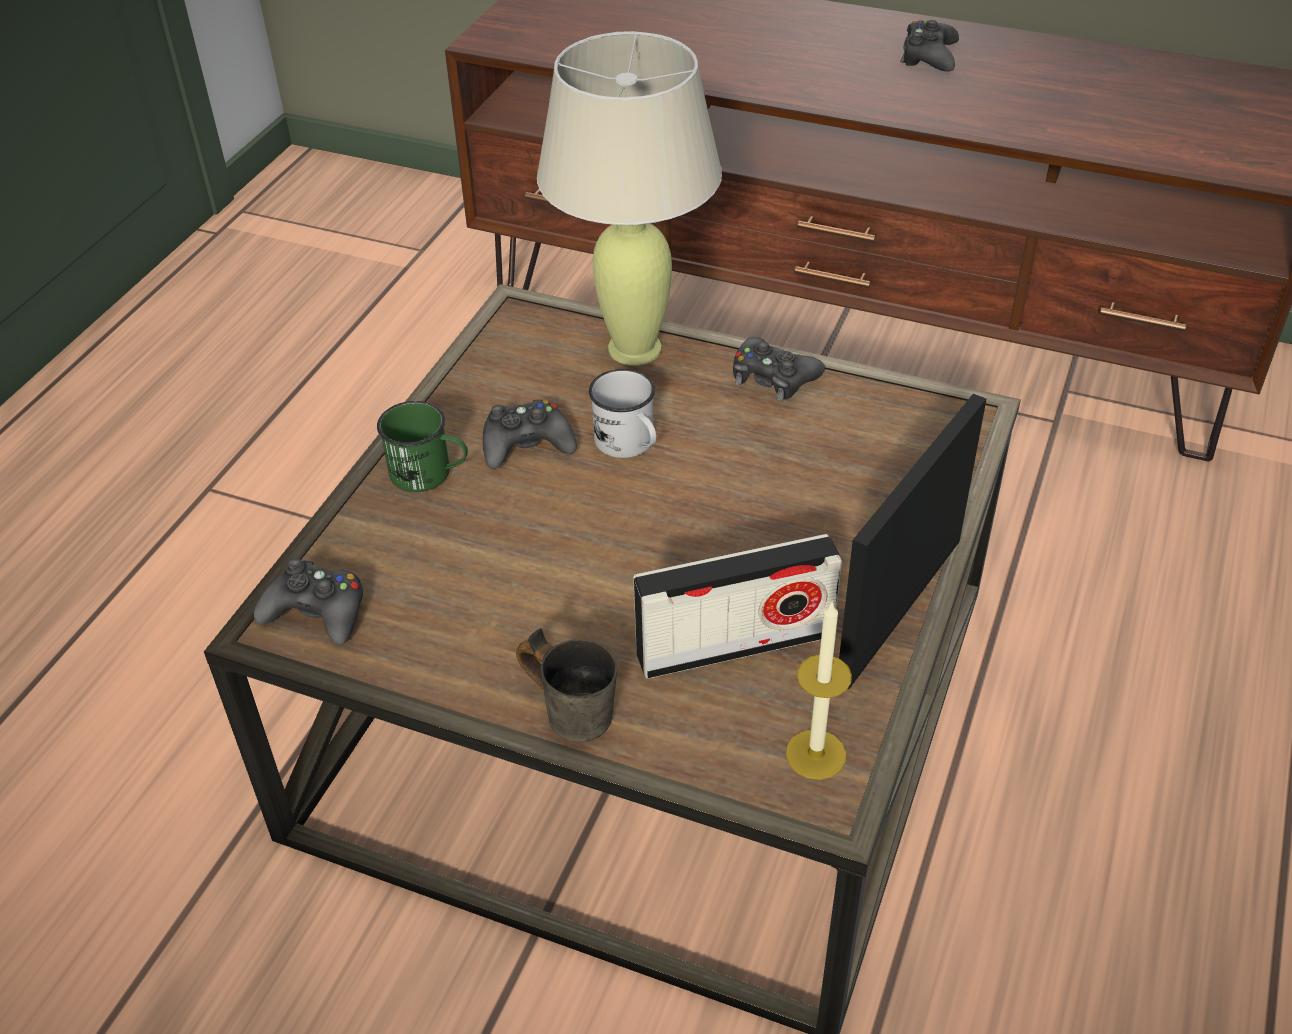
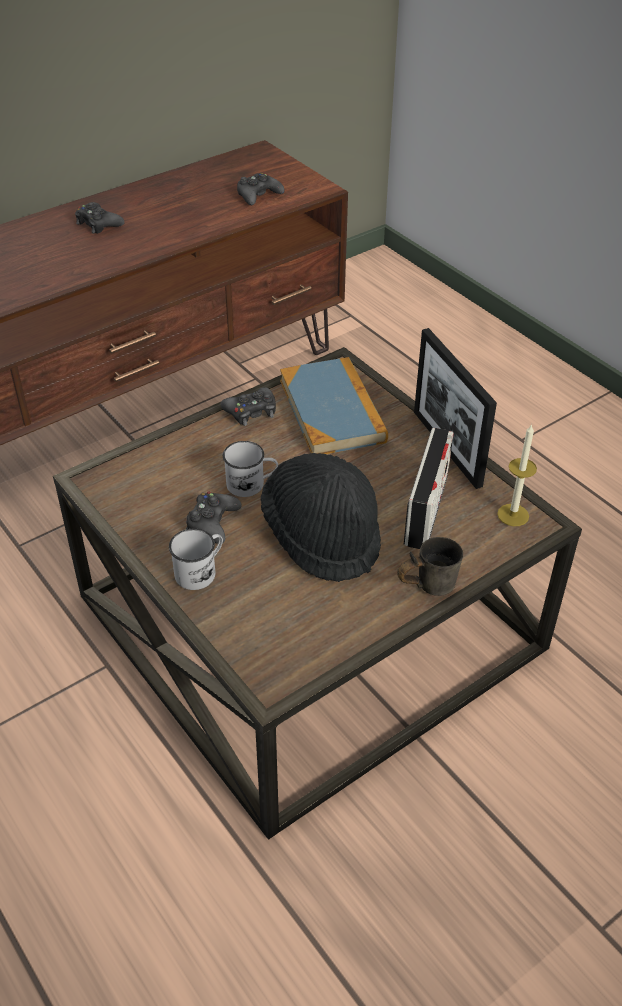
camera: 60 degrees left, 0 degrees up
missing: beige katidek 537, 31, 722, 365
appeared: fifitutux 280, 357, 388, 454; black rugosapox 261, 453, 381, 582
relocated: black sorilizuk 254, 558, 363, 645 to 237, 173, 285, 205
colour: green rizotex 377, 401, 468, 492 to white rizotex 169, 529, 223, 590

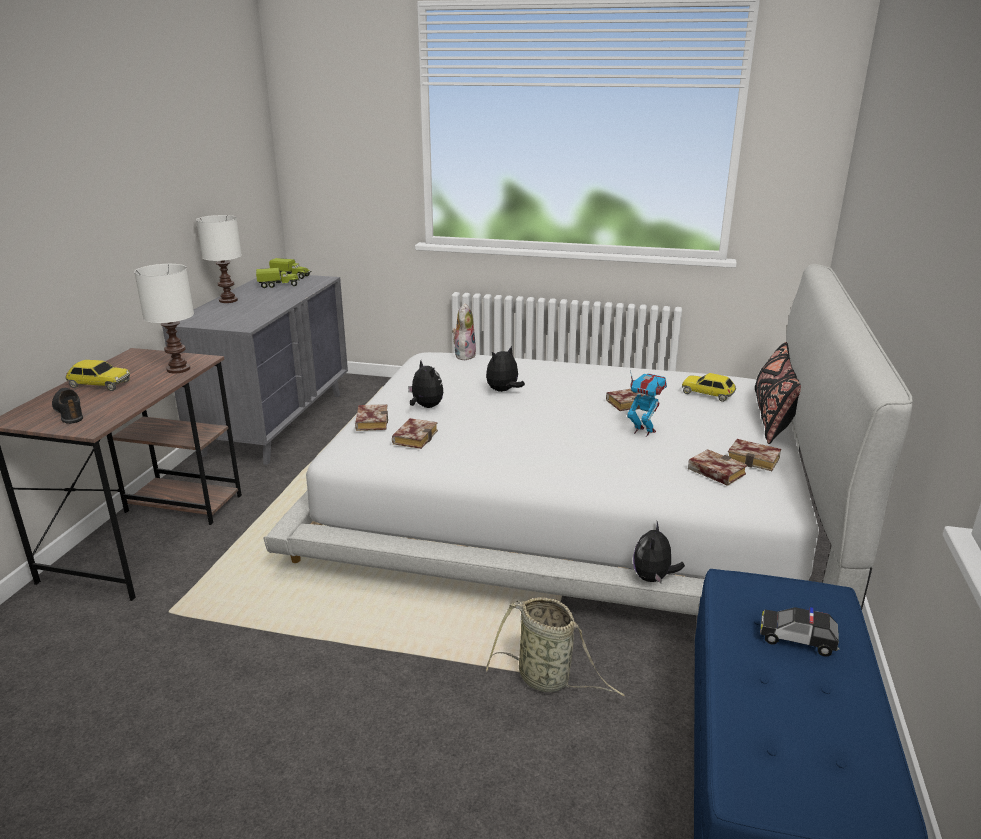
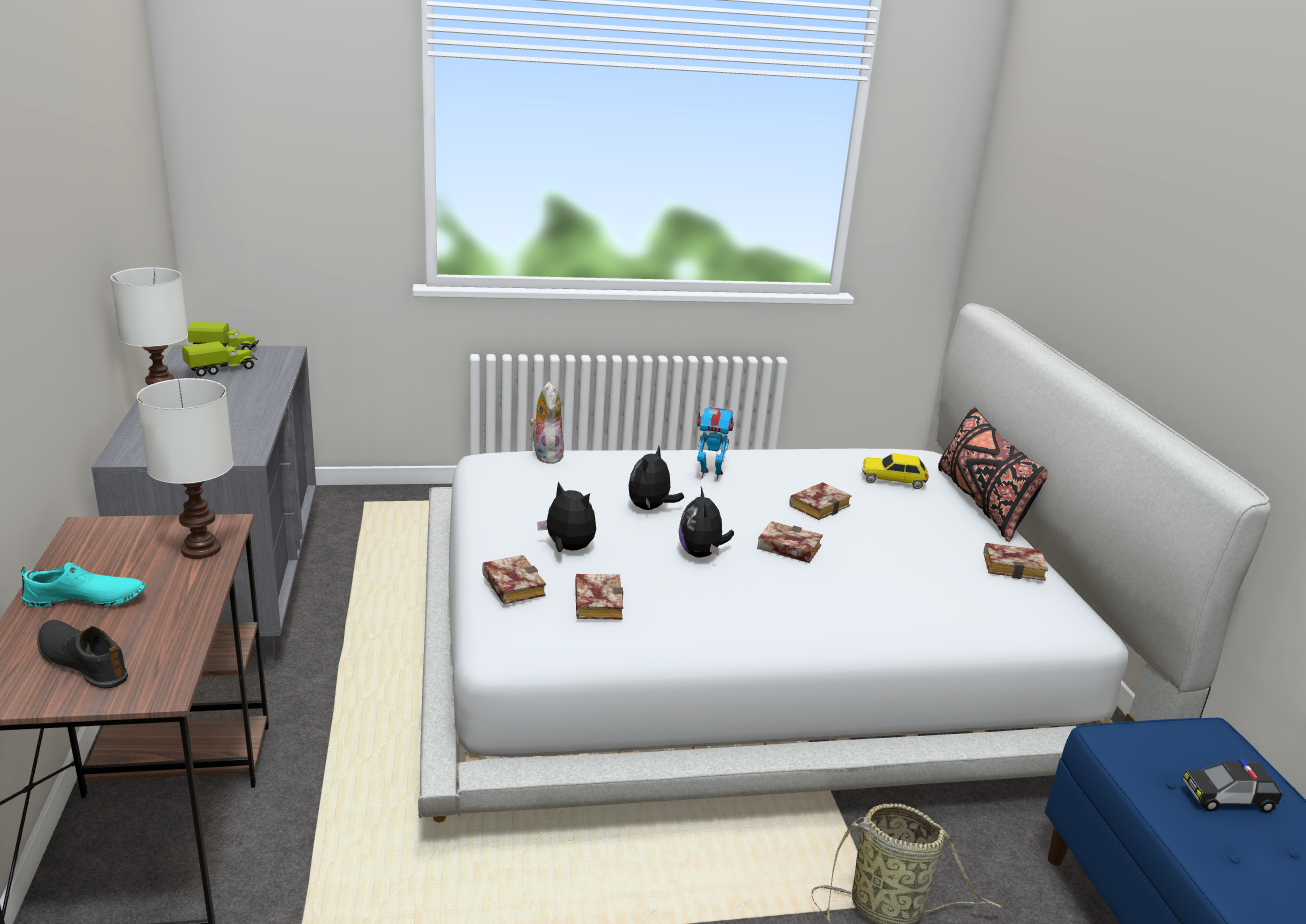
camera: 25 degrees left, 0 degrees up
relocated: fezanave 627, 370, 667, 437 to 697, 406, 734, 481; fifitutux 688, 449, 747, 486 to 757, 521, 823, 563; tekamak 633, 522, 685, 584 to 679, 487, 734, 558
exchanged: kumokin 65, 360, 130, 391 to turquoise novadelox 21, 562, 145, 607

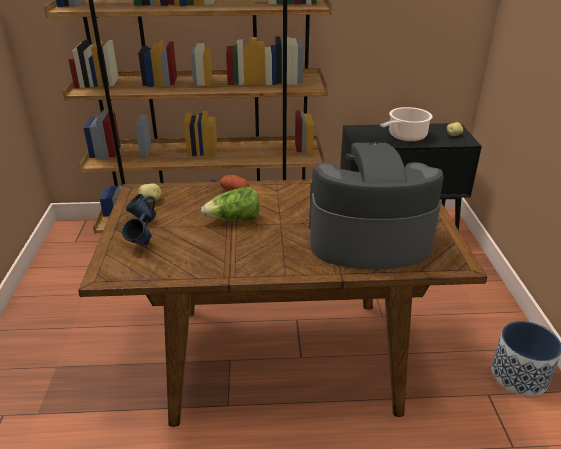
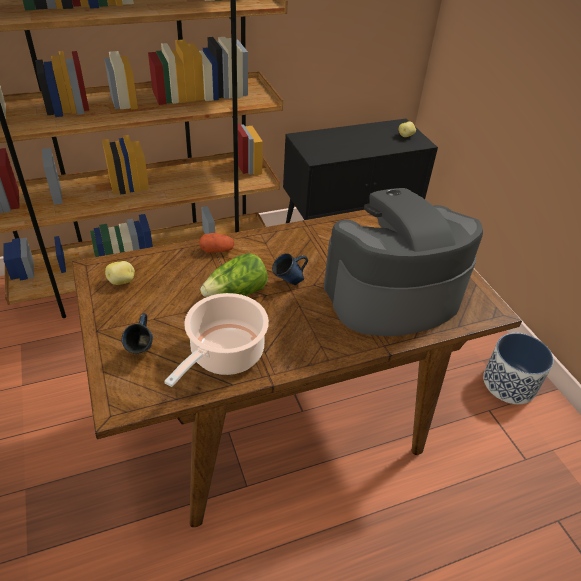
camera: 20 degrees left, 10 degrees up
relocated: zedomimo 380, 107, 433, 141 to 164, 293, 269, 387; blue rizotex 126, 194, 157, 223 to 272, 253, 308, 285

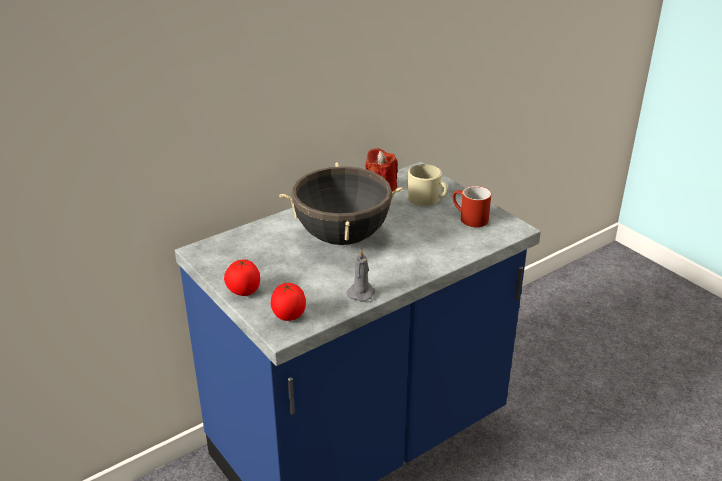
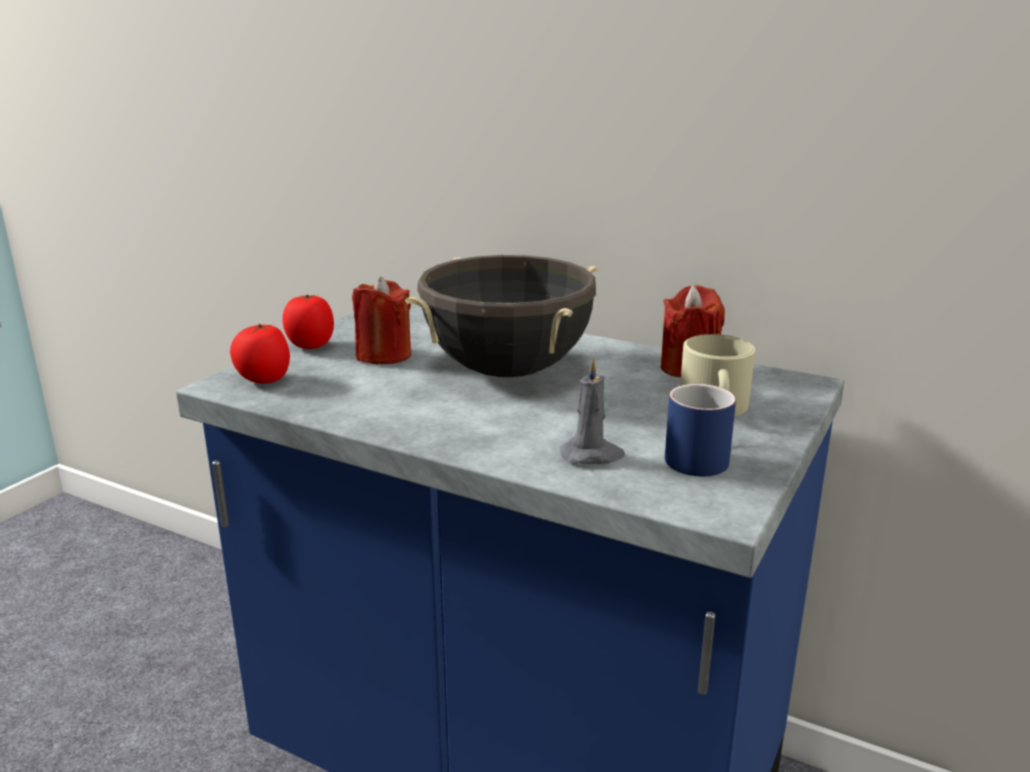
camera: 65 degrees right, 10 degrees down
appeared: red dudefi 352, 276, 411, 365
relocated: grey dudefi 346, 249, 376, 302 to 560, 357, 625, 464
colour: red rizotex 453, 186, 491, 227 to blue rizotex 665, 384, 736, 476

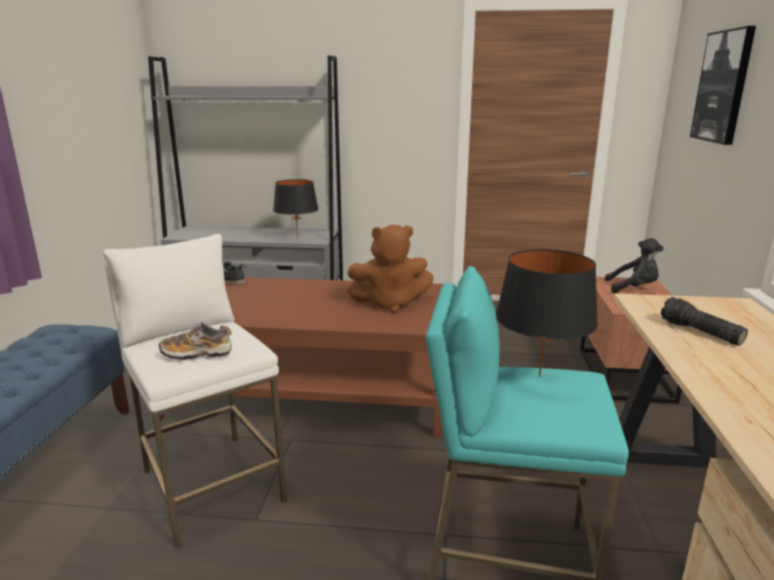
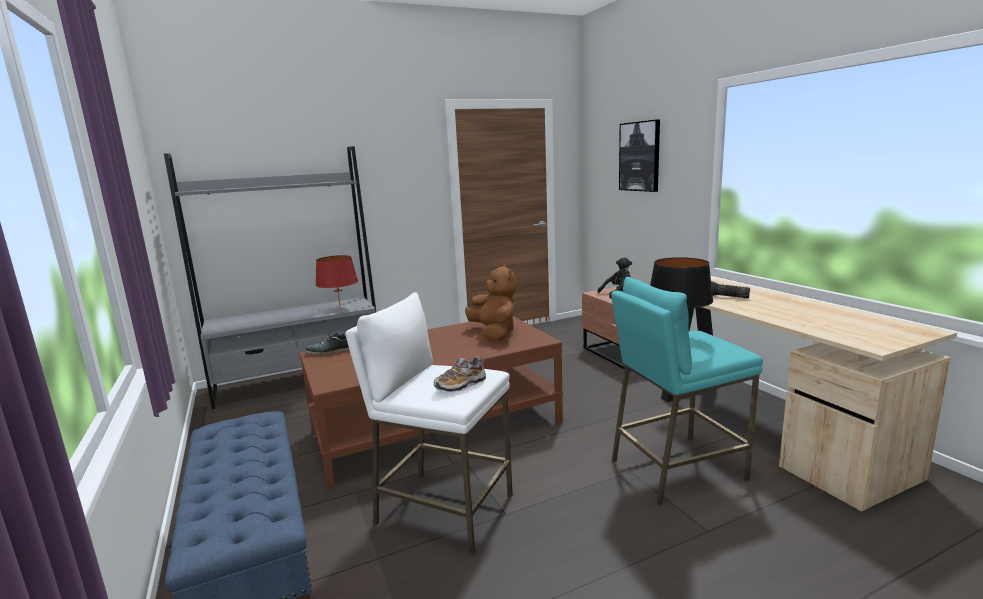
camera: 30 degrees left, 5 degrees down
colour: black katidek 273, 179, 319, 239 to red katidek 316, 255, 358, 309
spun: brown tekamak 347, 225, 434, 313 = 465, 264, 516, 341 75 degrees counterclockwise

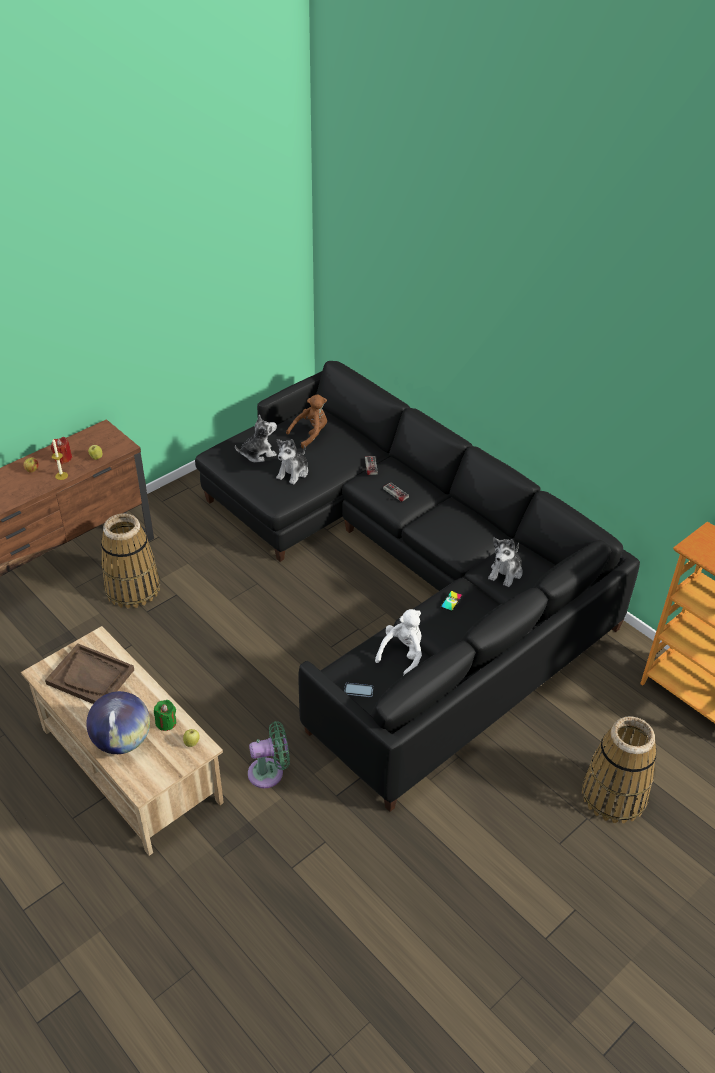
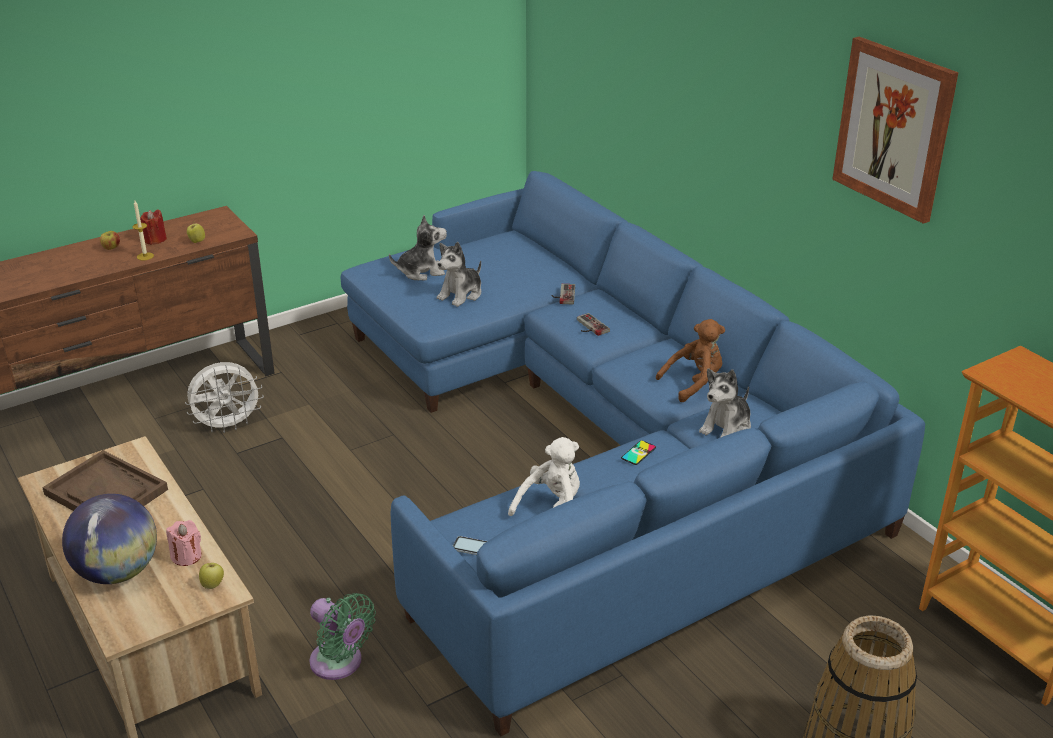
camera: 10 degrees right, 10 degrees down
appeared: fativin 832, 37, 959, 224
relocated: brown tekamak 286, 394, 327, 449 to 656, 319, 725, 402
exchanged: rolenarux 101, 513, 160, 609 to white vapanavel 185, 362, 264, 433
colour: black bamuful 195, 361, 640, 812 to blue bamuful 340, 171, 925, 736; green dudefi 154, 700, 176, 731 to pink dudefi 166, 520, 202, 566
spun: green vapanavel 248, 721, 290, 788 = 309, 593, 376, 680 45 degrees clockwise

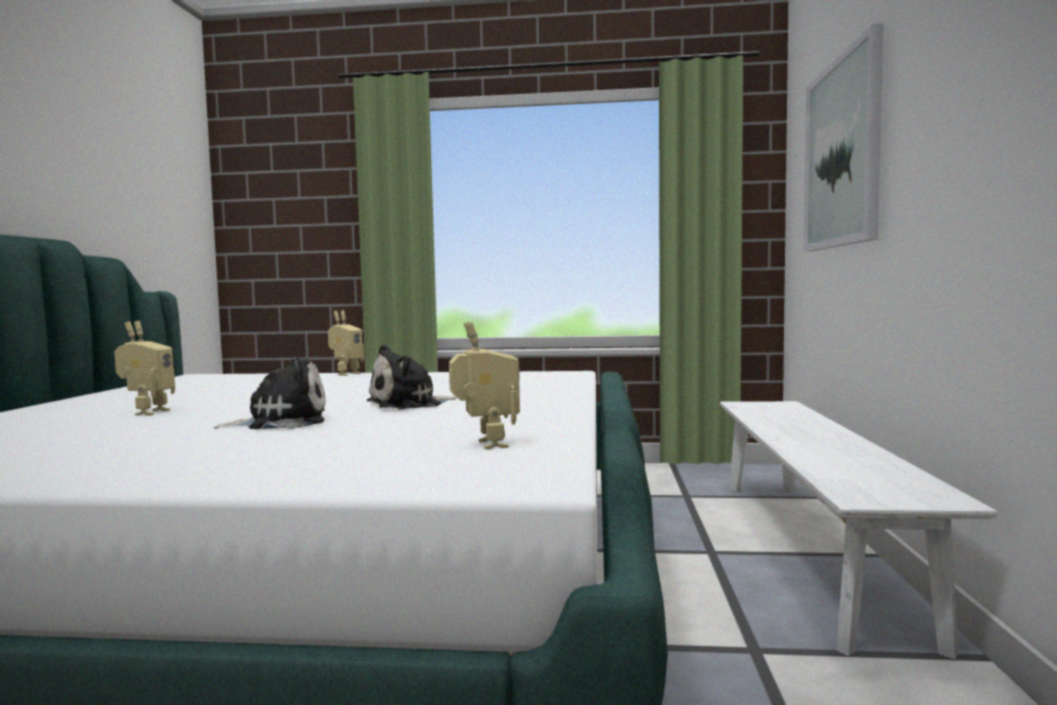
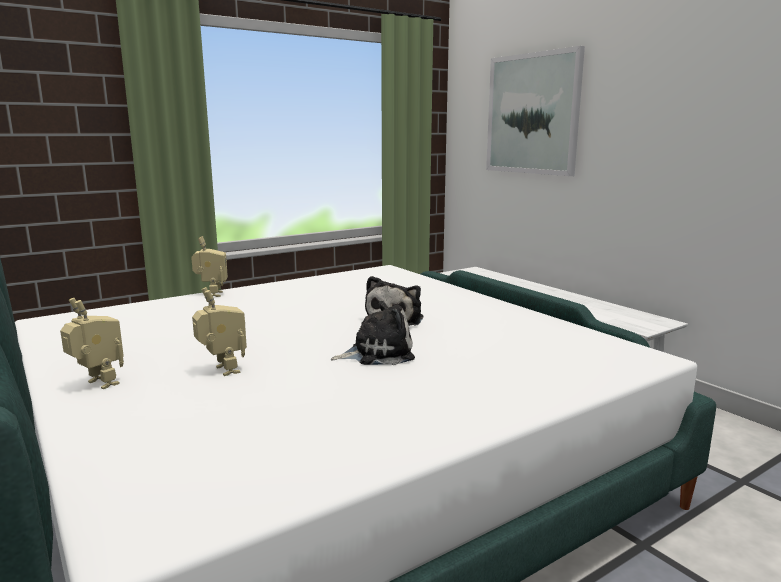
camera: 40 degrees left, 10 degrees up
relocated: fezanave 449, 322, 520, 449 to 60, 298, 124, 389
spun: tekamak 213, 357, 326, 429 = 331, 301, 415, 365 45 degrees clockwise

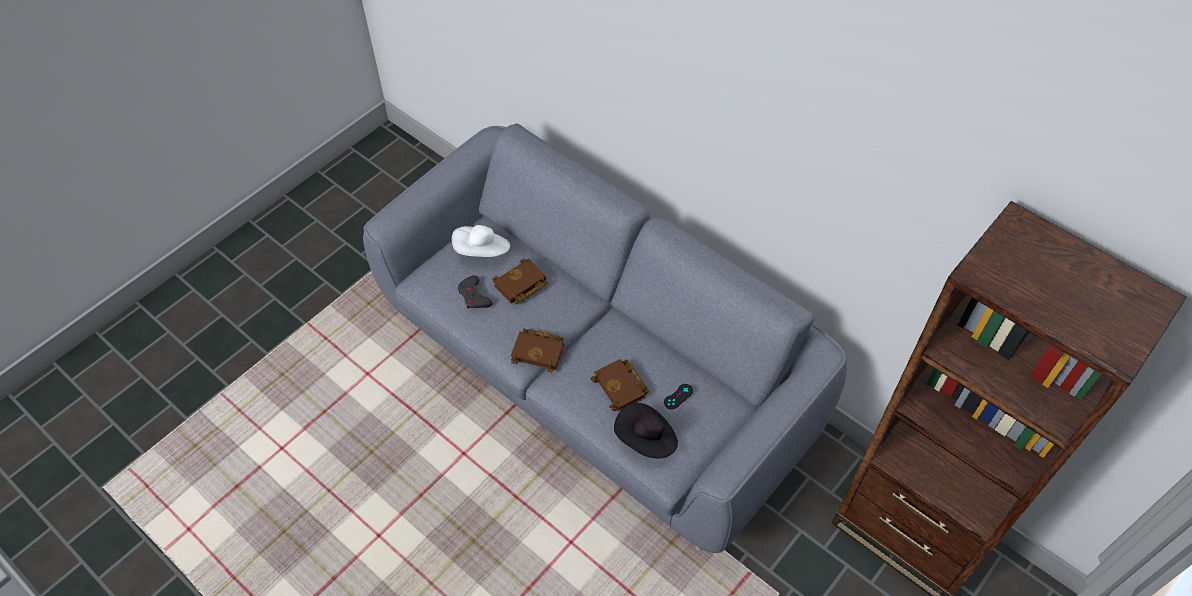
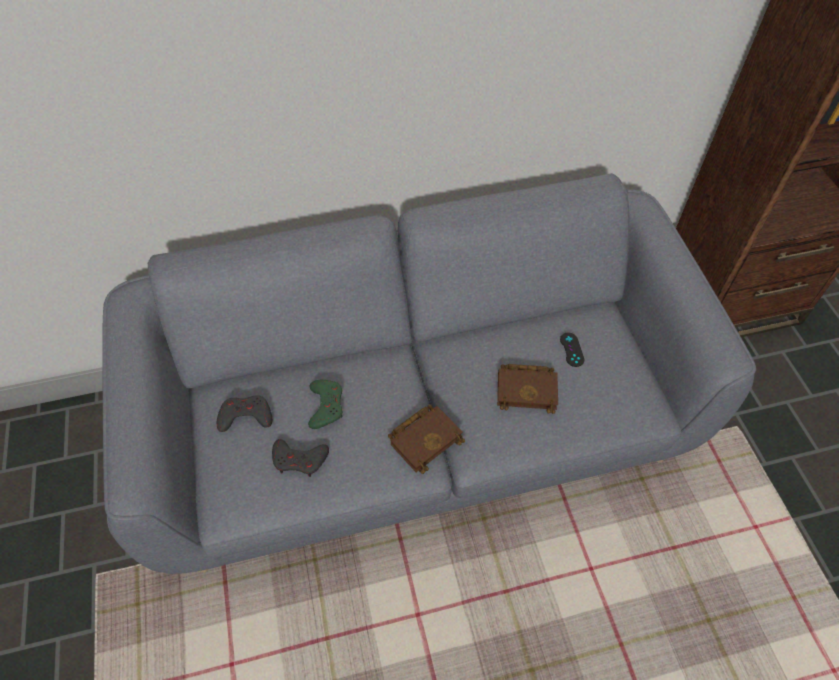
camera: 55 degrees left, 0 degrees up
missing: black rugosapox 614, 403, 678, 458
exchanged: white rugosapox 452, 225, 510, 257 to grey sorilizuk 217, 395, 272, 432; brown fifitutux 492, 258, 548, 304 to green sorilizuk 308, 380, 343, 429

